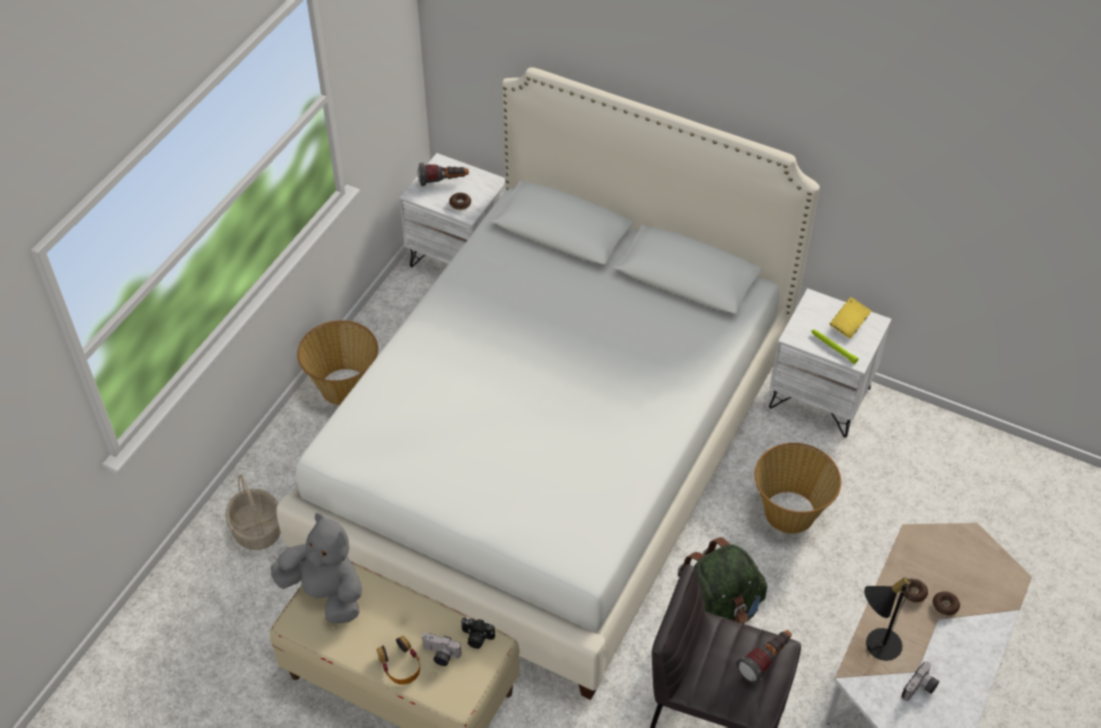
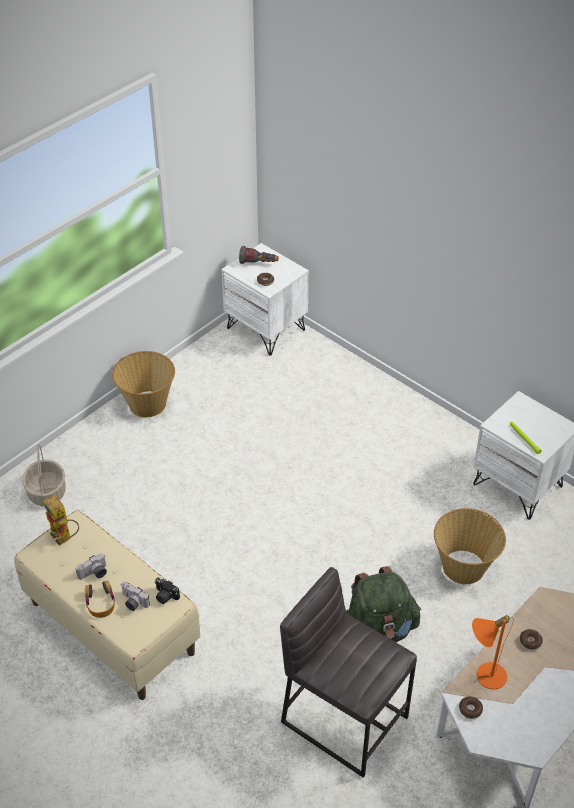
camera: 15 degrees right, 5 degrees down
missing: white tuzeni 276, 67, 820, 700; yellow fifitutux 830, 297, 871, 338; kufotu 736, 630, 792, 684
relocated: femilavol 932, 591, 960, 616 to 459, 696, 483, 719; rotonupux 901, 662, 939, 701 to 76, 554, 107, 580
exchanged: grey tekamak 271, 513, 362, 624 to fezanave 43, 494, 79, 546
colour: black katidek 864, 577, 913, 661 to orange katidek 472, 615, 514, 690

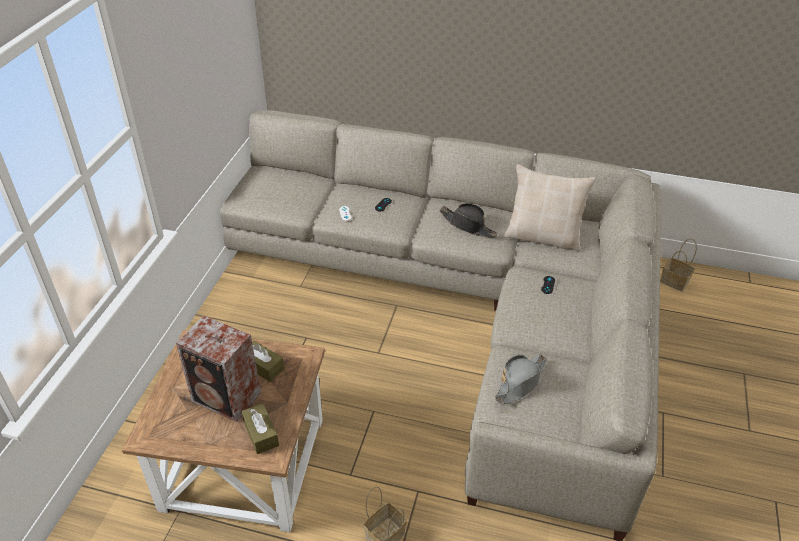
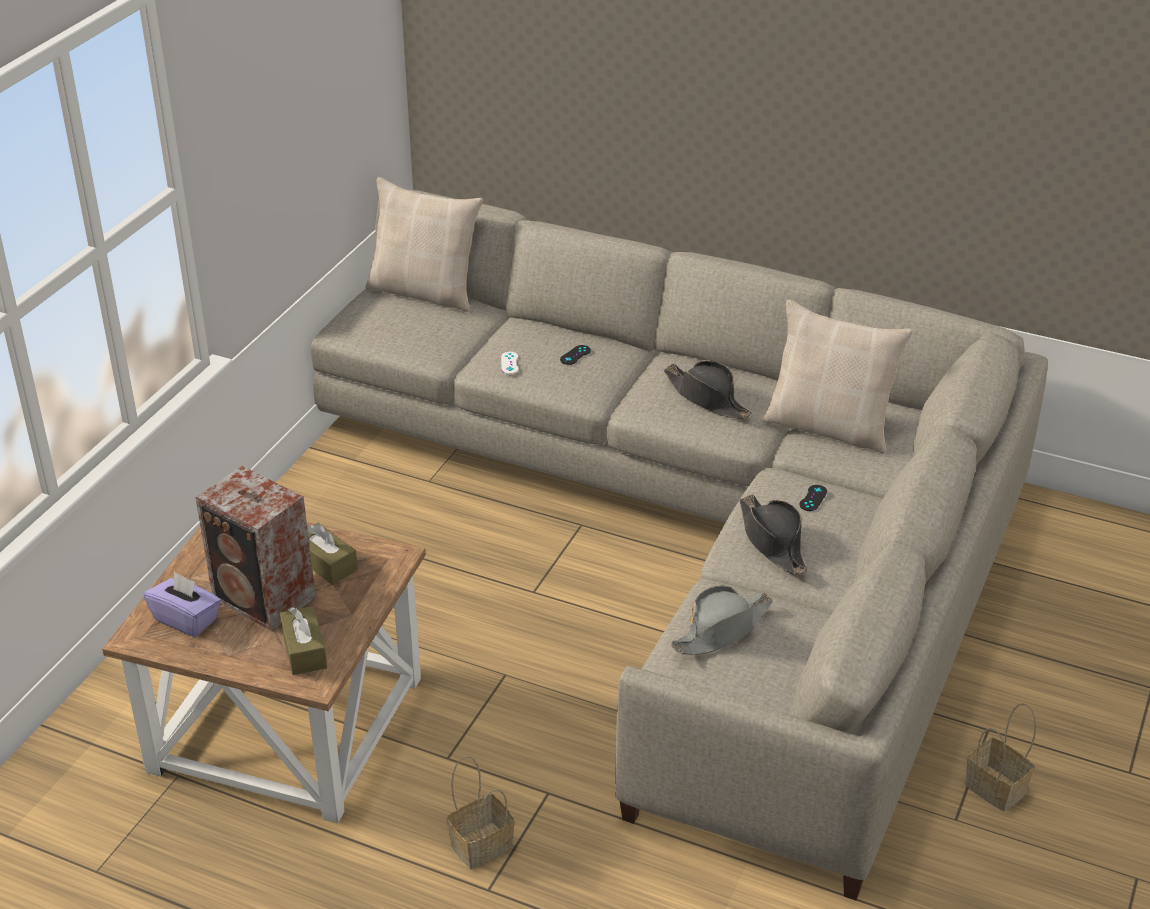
camera: 10 degrees right, 5 degrees down
appeared: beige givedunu 365, 177, 483, 312; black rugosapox 739, 495, 808, 576; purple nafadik 144, 572, 221, 637
relocated: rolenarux 660, 238, 697, 291 to 965, 703, 1036, 811

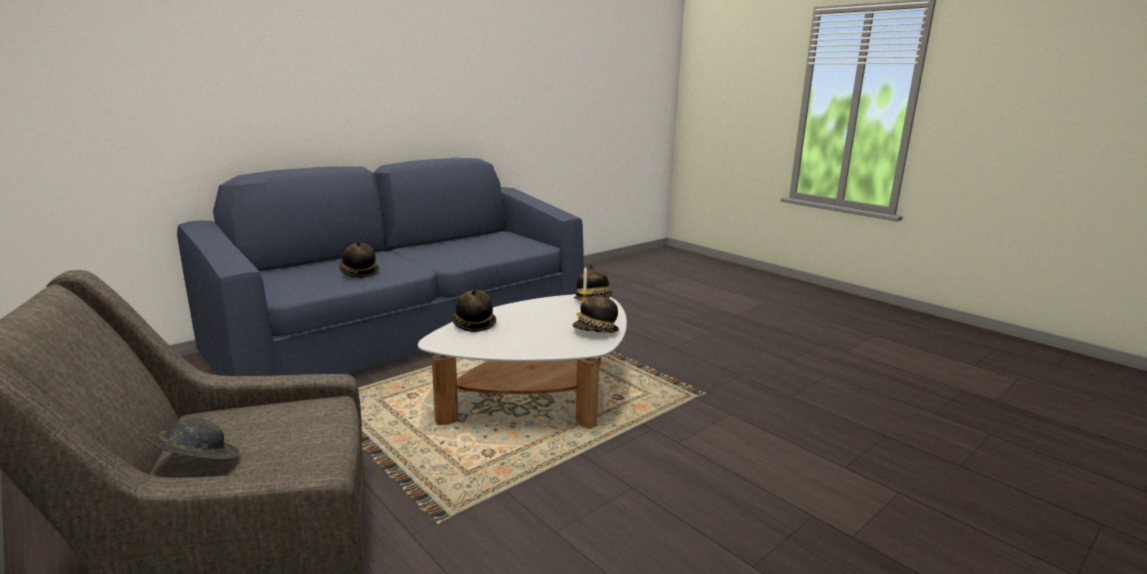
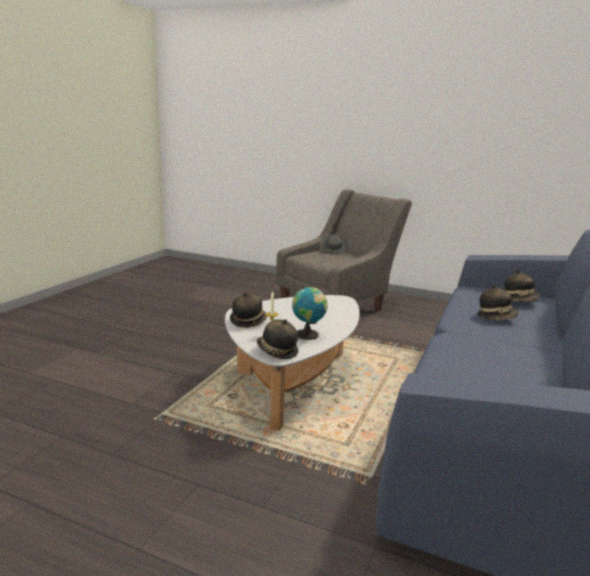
camera: 155 degrees right, 0 degrees up
appeared: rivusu 292, 286, 328, 340
relocated: rugosapox 452, 290, 496, 332 to 505, 270, 540, 301

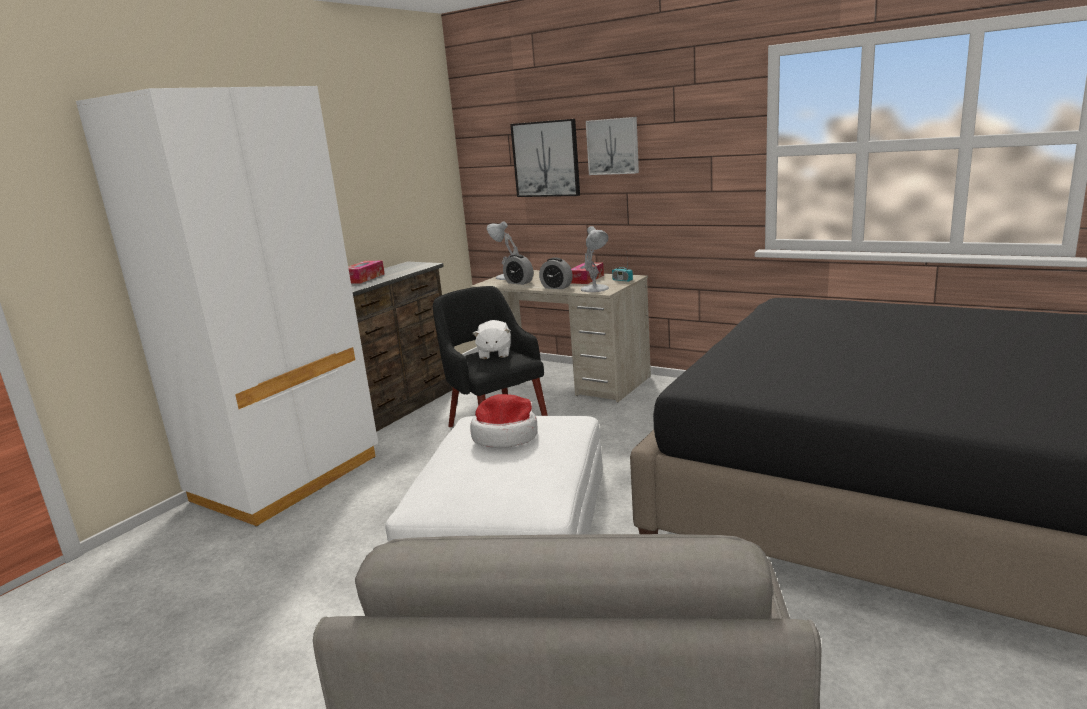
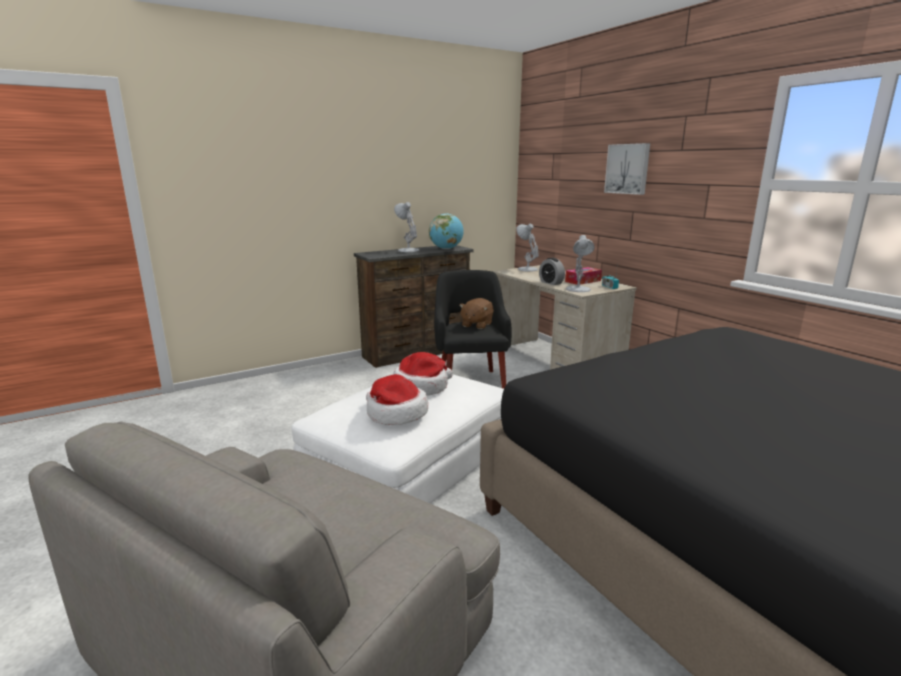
camera: 25 degrees right, 0 degrees up
missing: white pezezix 76, 86, 378, 527; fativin 510, 119, 580, 197; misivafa 503, 254, 533, 285
appeared: rivusu 429, 213, 464, 249; rugosapox 366, 374, 428, 425
exchanged: nafadik 348, 261, 385, 284 to white katidek 394, 202, 419, 252
colour: white tekamak 472, 320, 511, 359 to brown tekamak 459, 298, 494, 329

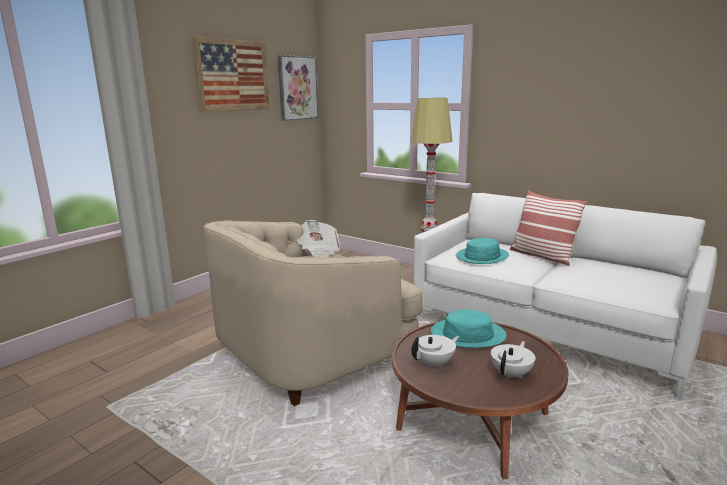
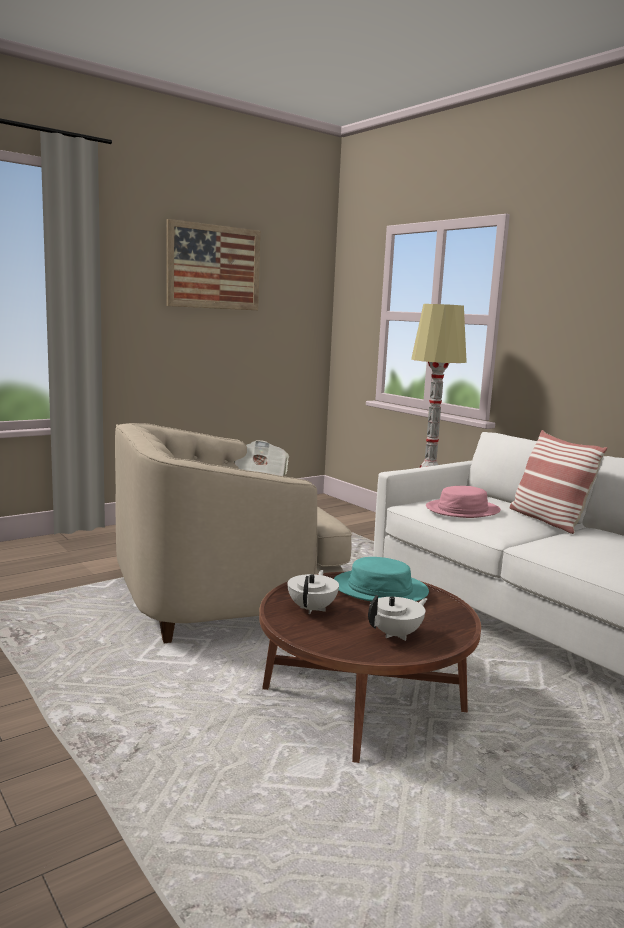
camera: 15 degrees right, 5 degrees down
missing: fativin 278, 55, 318, 121
colour: turquoise rugosapox 456, 238, 509, 264 to pink rugosapox 426, 486, 501, 518
spun: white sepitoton 411, 335, 460, 369 = 287, 570, 339, 614 60 degrees counterclockwise

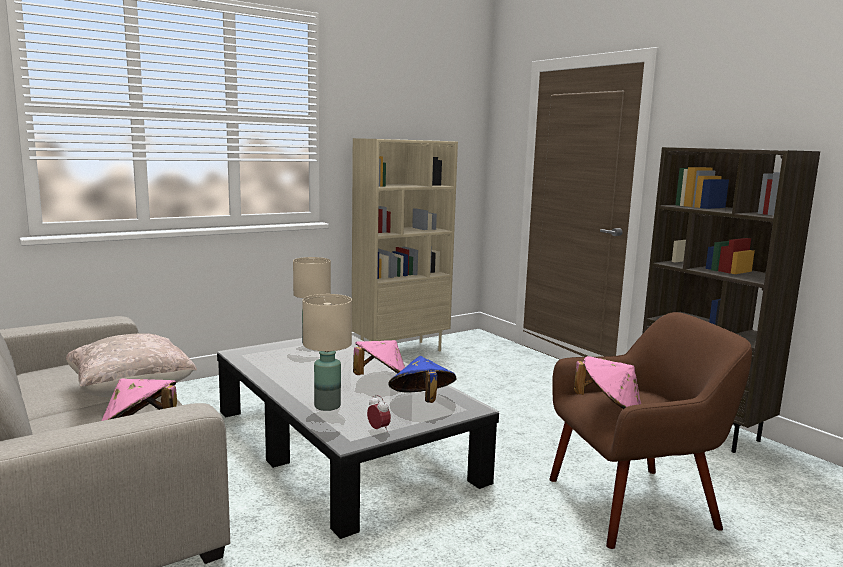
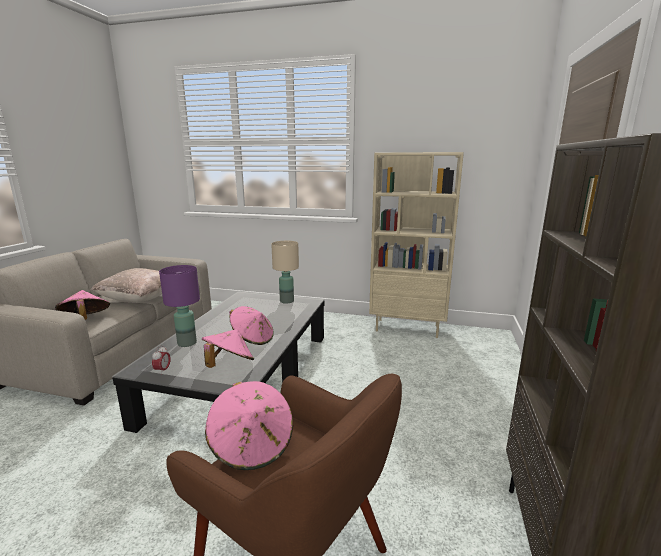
camera: 50 degrees right, 5 degrees up
colour: beige katidek 303, 294, 352, 411 to purple katidek 159, 265, 200, 347; blue rugosapox 388, 356, 456, 403 to pink rugosapox 202, 329, 254, 368

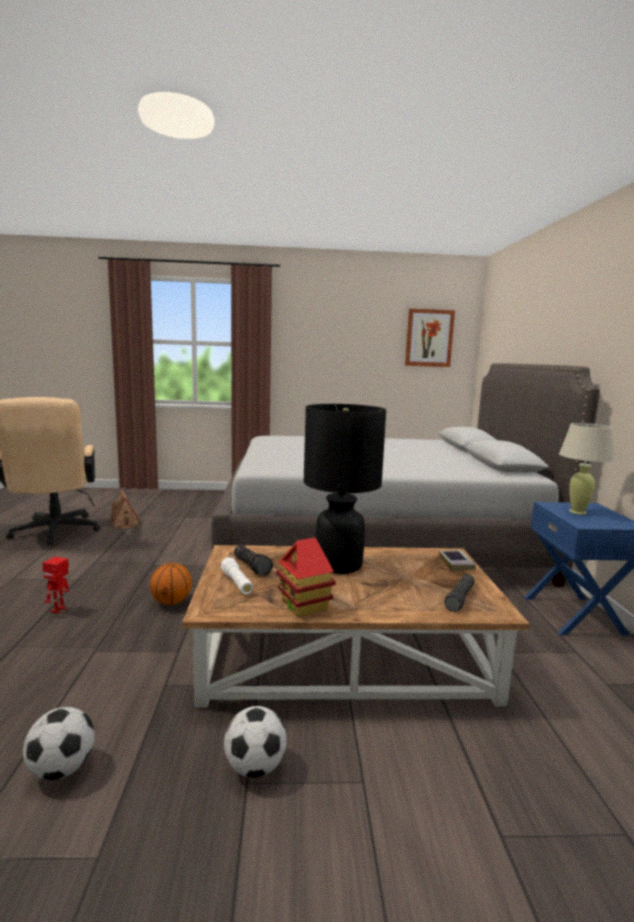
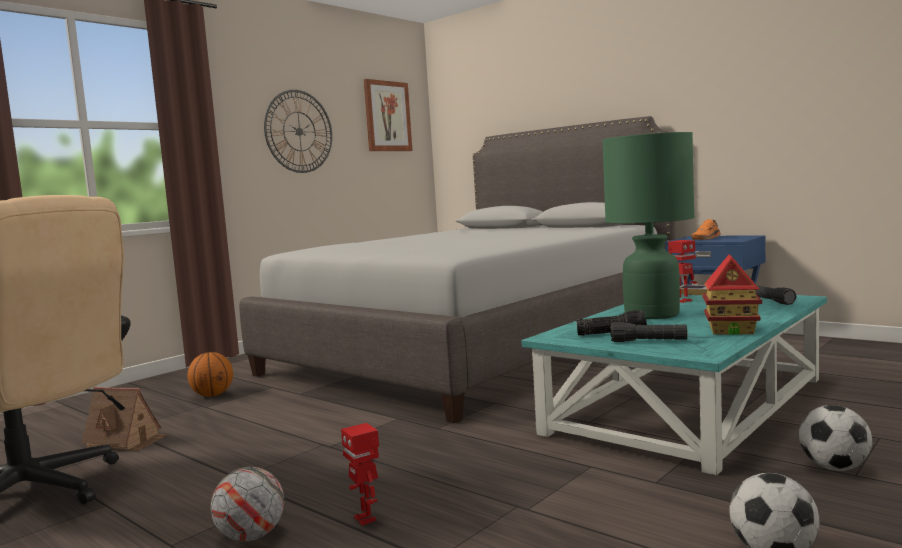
camera: 45 degrees left, 5 degrees down
appeared: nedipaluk 264, 90, 332, 173; fezanave 668, 240, 697, 303; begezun 210, 467, 284, 541
relocated: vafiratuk 150, 563, 192, 605 to 187, 352, 233, 397
exchanged: beige katidek 559, 423, 615, 515 to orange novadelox 691, 219, 721, 240
colour: black katidek 303, 404, 386, 574 to green katidek 602, 132, 694, 319; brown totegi 182, 545, 530, 708 to turquoise totegi 521, 294, 827, 476; white kufotu 221, 557, 253, 594 to black kufotu 610, 322, 688, 342

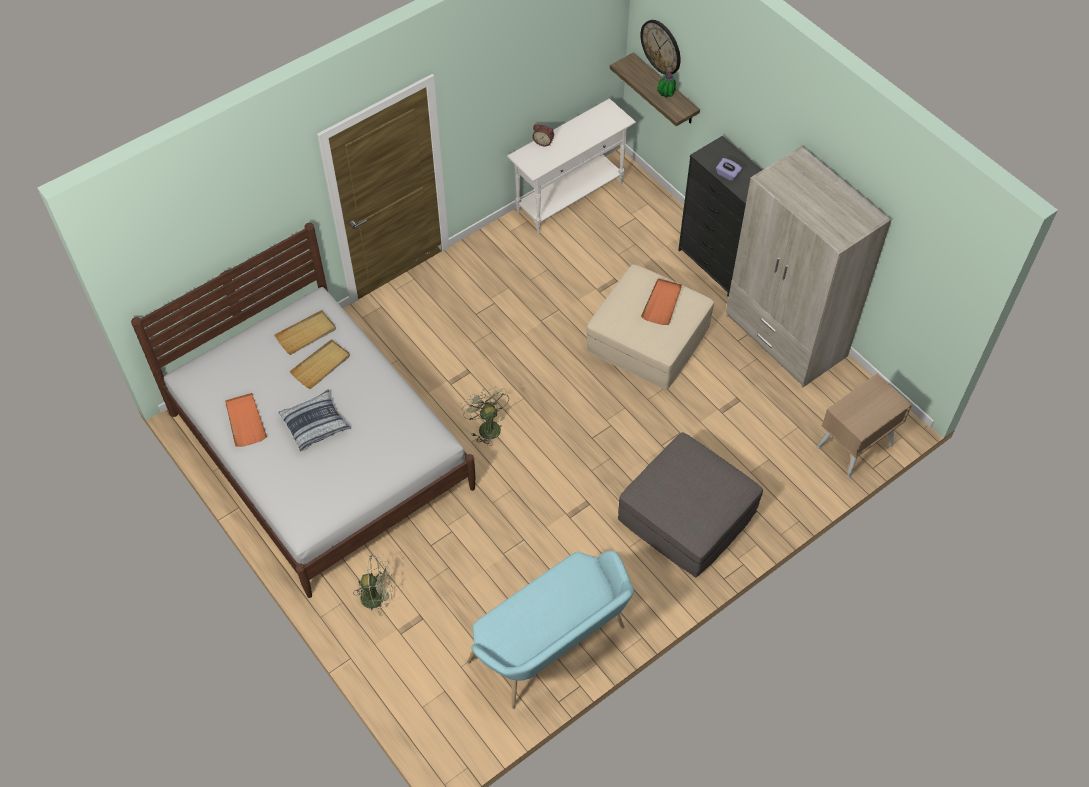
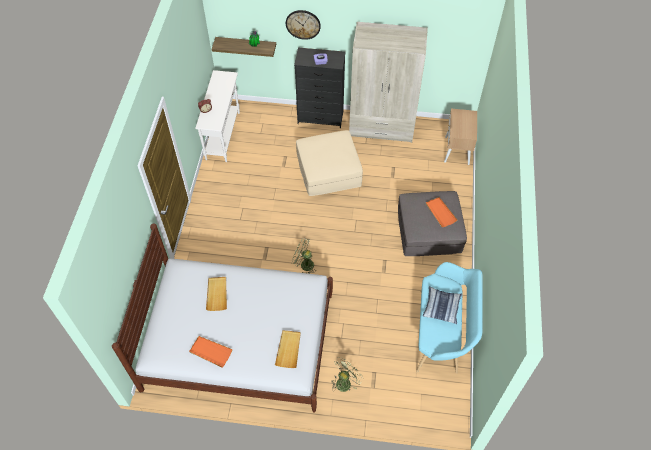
camera: 45 degrees left, 0 degrees up
relocated: nedipaluk 640, 20, 681, 75 to 286, 10, 321, 40; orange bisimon 641, 278, 682, 325 to 426, 197, 457, 227; beige bisimon 274, 310, 336, 355 to 275, 330, 301, 368; givedunu 279, 390, 351, 452 to 423, 286, 462, 324

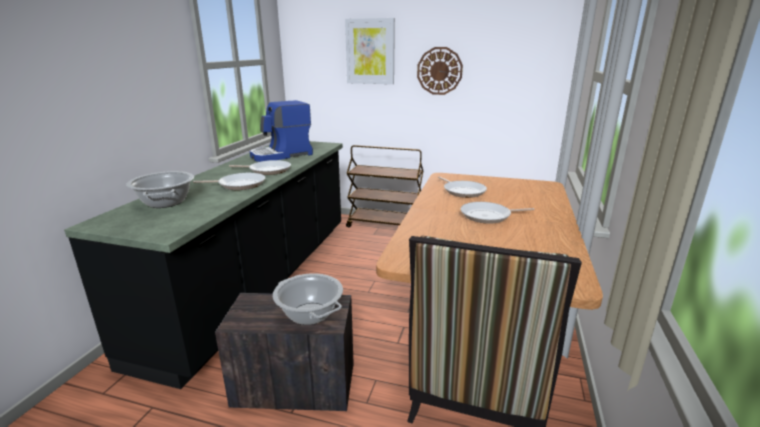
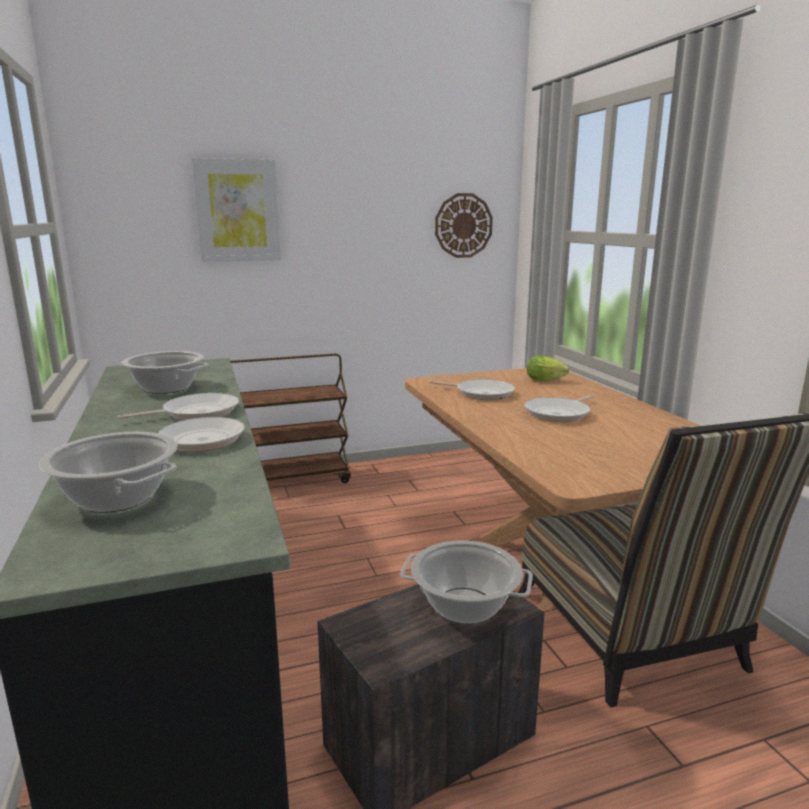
camera: 35 degrees left, 5 degrees down
appeared: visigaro 527, 356, 569, 381
relocated: nedipaluk 417, 47, 463, 95 to 435, 193, 493, 258
exchanged: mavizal 250, 100, 313, 162 to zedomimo 121, 351, 208, 394

